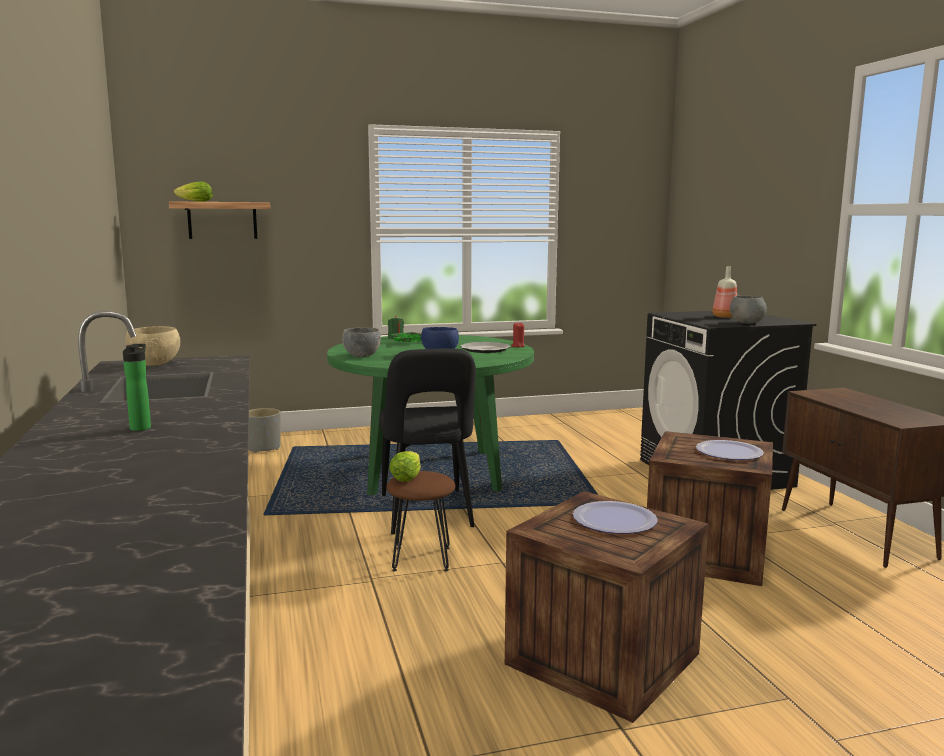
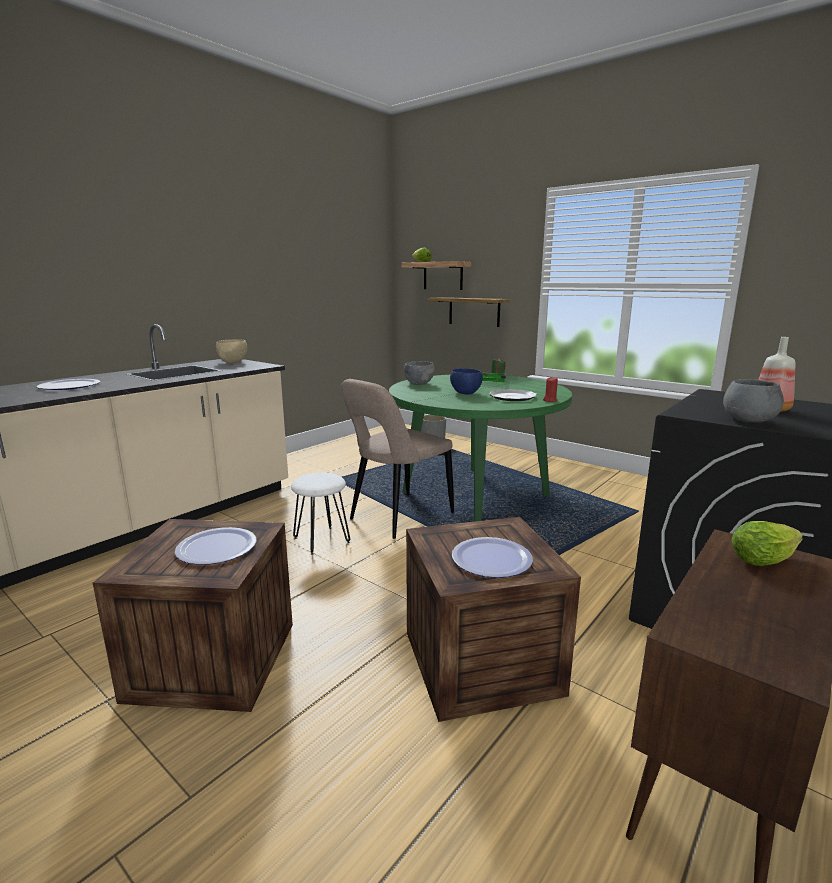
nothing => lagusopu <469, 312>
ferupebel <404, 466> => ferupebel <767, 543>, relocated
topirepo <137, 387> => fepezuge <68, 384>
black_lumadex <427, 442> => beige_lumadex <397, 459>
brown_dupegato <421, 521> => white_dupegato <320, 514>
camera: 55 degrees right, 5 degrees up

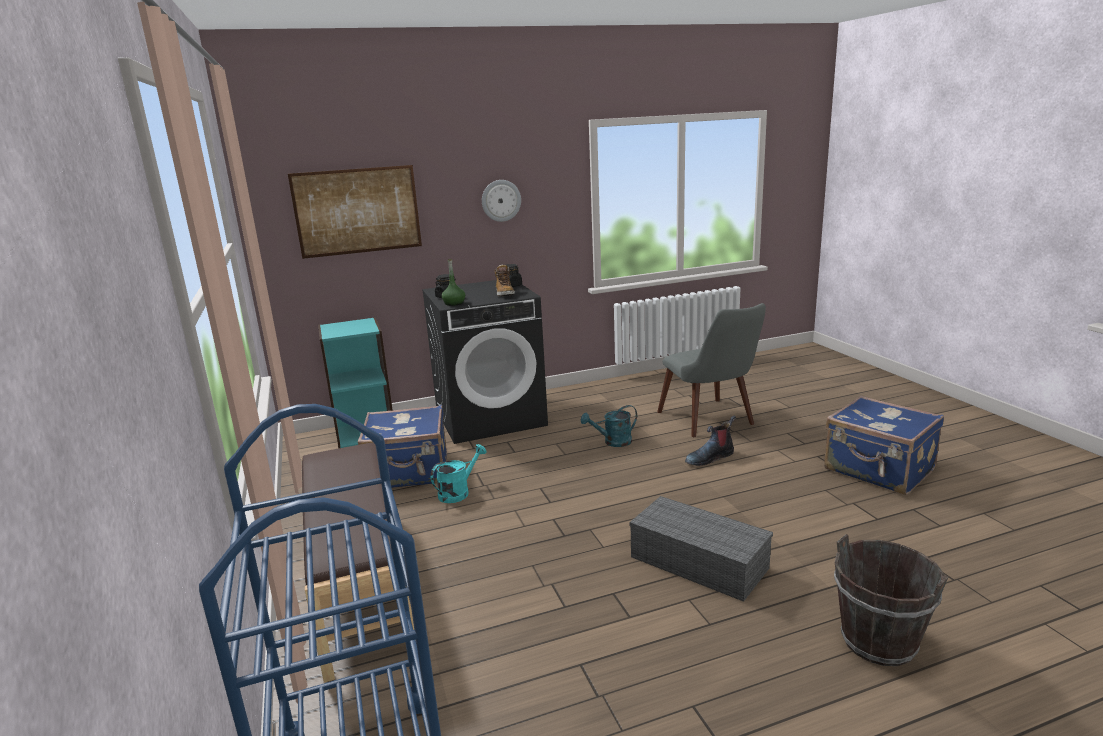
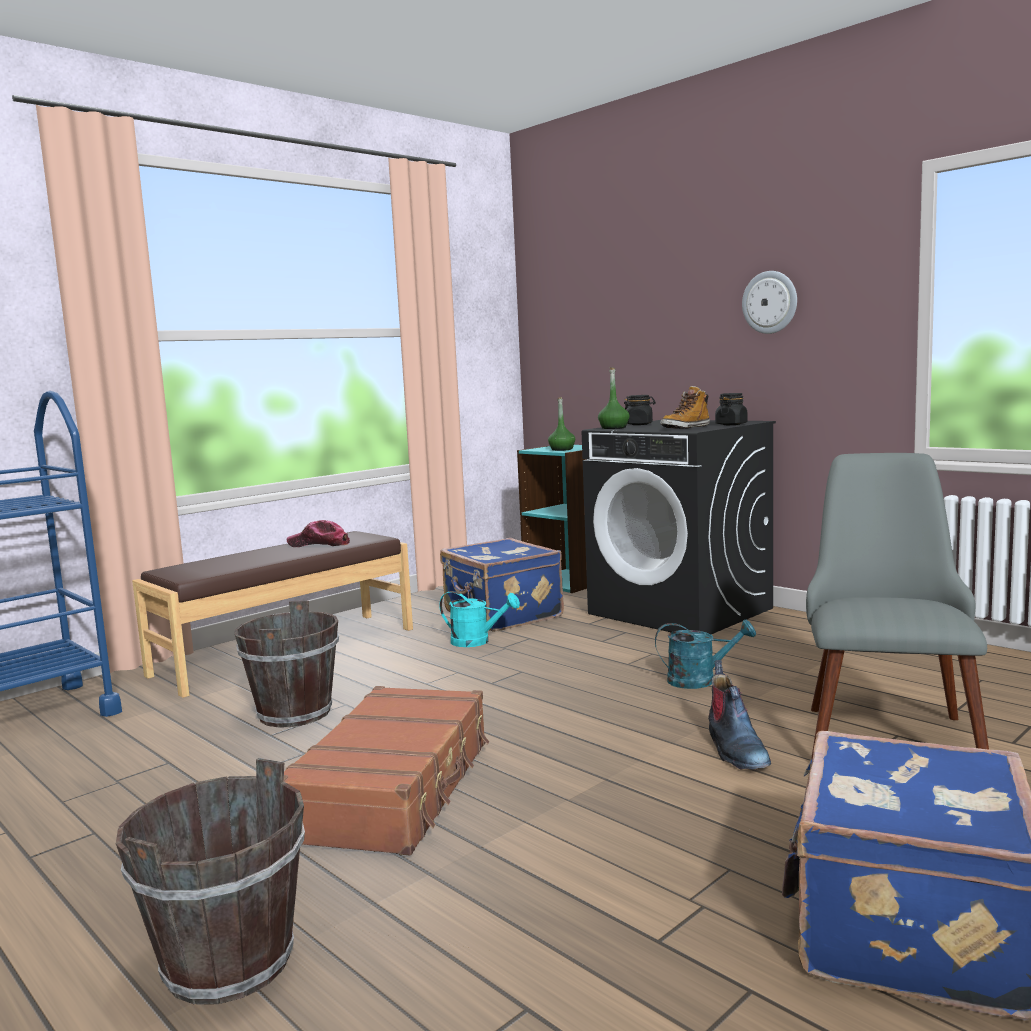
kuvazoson <355, 212> => nothing
nothing => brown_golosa <286, 664>
nothing => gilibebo <318, 533>
nothing => green_topirepo <561, 424>
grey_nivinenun <701, 549> => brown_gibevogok <386, 770>
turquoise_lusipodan <609, 426> => turquoise_lusipodan <705, 654>, 135 degrees clockwise
grey_lumadex <711, 370> => grey_lumadex <897, 606>, 150 degrees clockwise
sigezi <710, 441> => sigezi <739, 715>, 135 degrees counterclockwise
camera: 65 degrees right, 10 degrees down

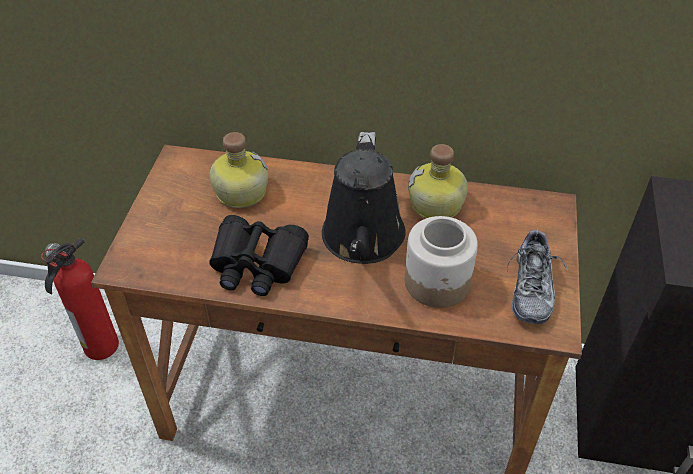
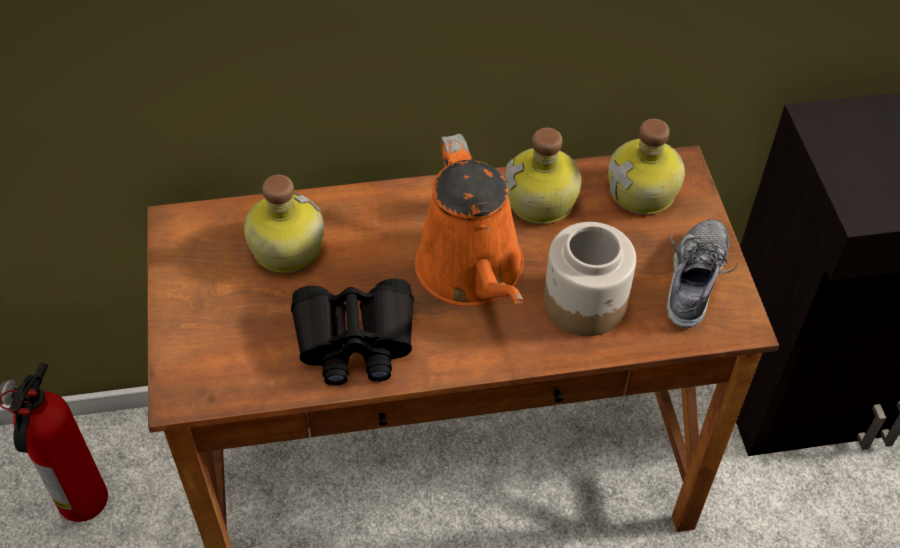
nothing => topirepo <646, 166>
black_lusipodan <364, 198> => orange_lusipodan <469, 220>
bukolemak <537, 276> => bukolemak <701, 273>, 150 degrees counterclockwise
camera: 20 degrees left, 5 degrees up

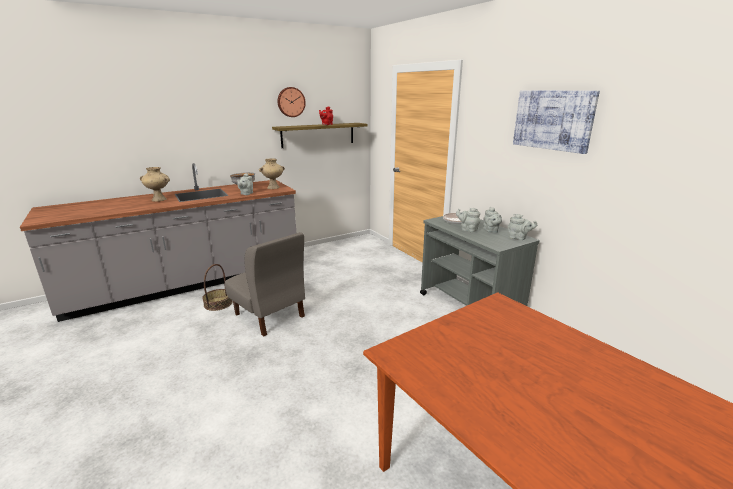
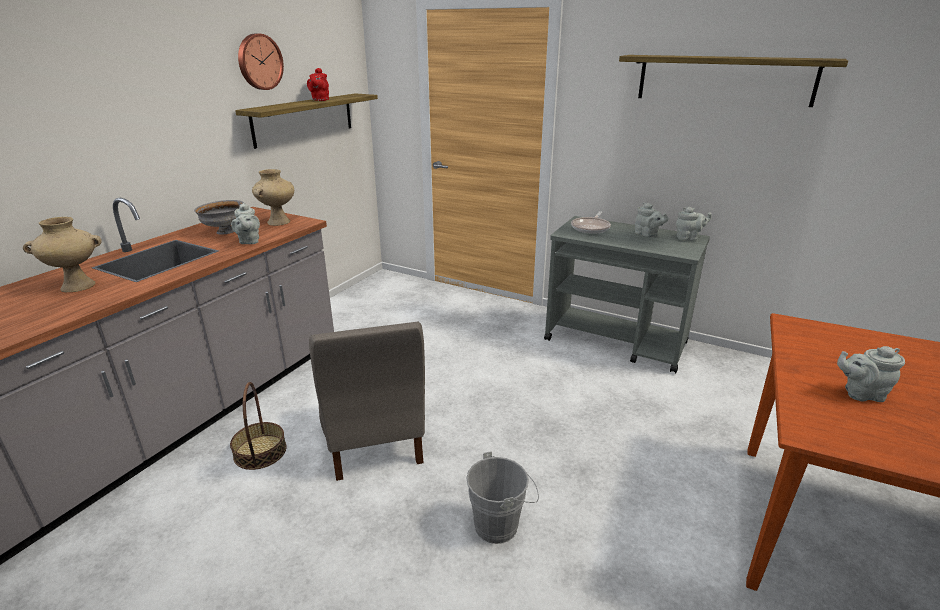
nothing => grey_golosa <502, 497>
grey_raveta <468, 220> => grey_raveta <871, 374>, relocated
kuvazoson <556, 122> => lagusopu <733, 81>
grey_lumadex <265, 284> => grey_lumadex <367, 401>, 60 degrees clockwise
camera: 30 degrees left, 5 degrees up

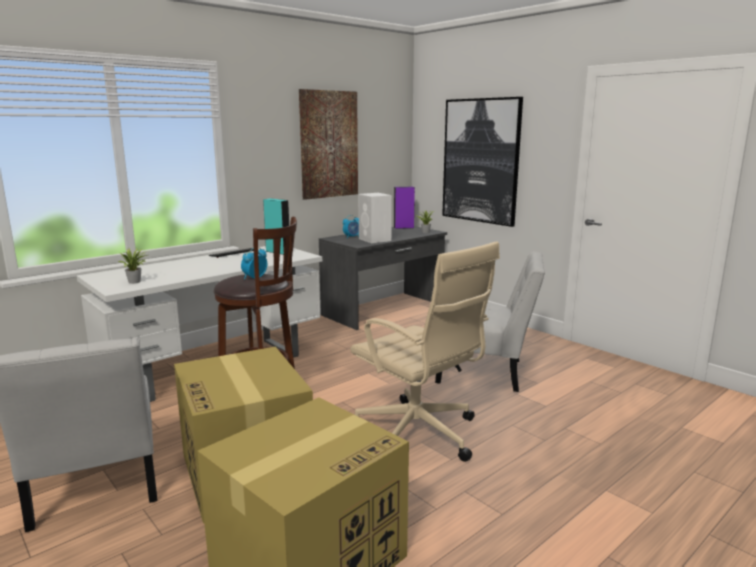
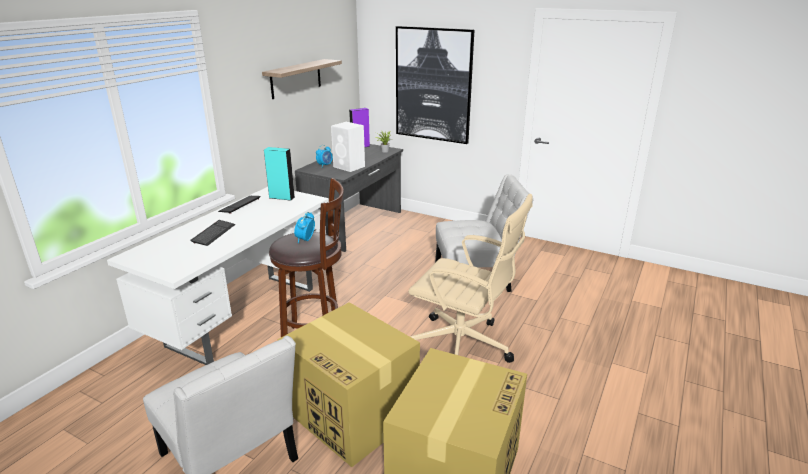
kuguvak <132, 266> => nothing
nothing => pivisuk <212, 233>
kuvazoson <328, 144> => lagusopu <302, 79>
camera: 20 degrees left, 10 degrees up

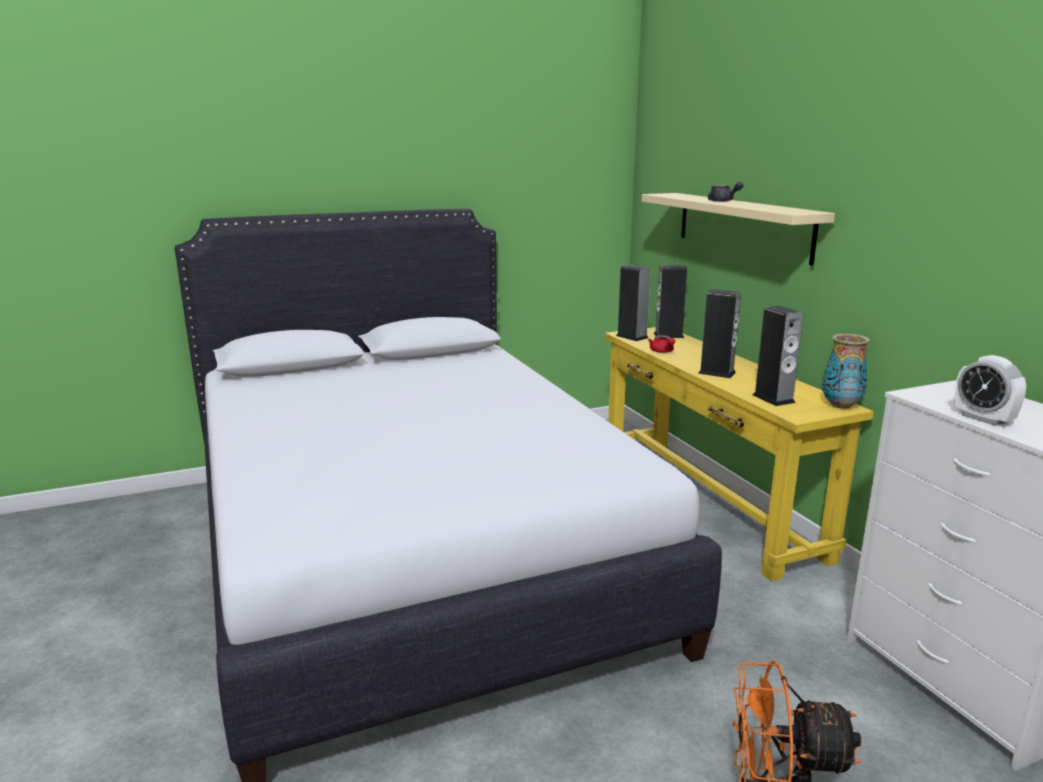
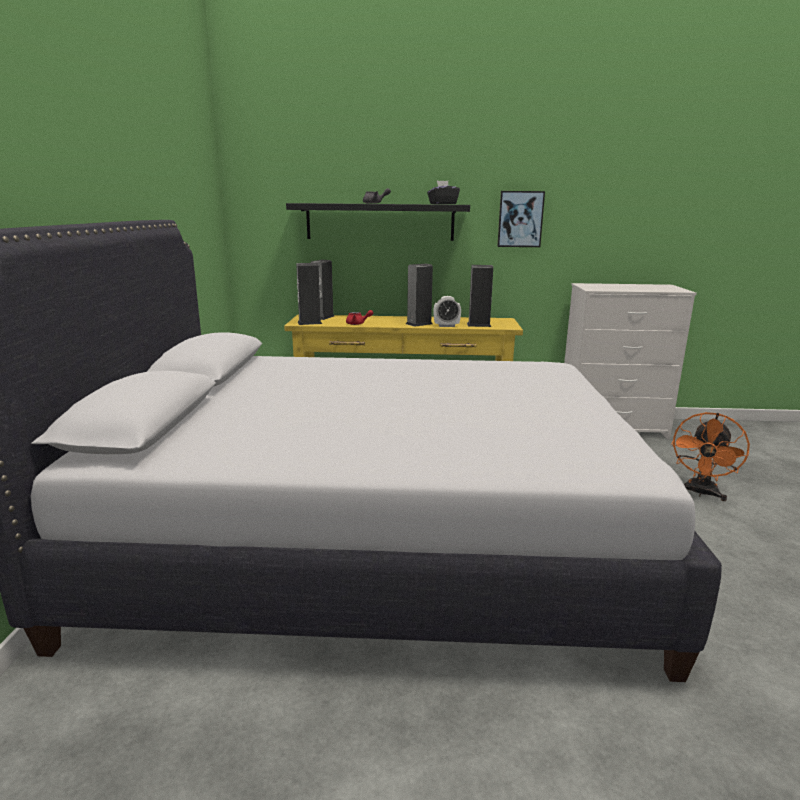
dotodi <846, 371> => nothing
nothing => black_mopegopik <443, 192>
nothing => kuvazoson <521, 219>
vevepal <990, 390> => vevepal <447, 311>, relocated
beige_lagusopu <738, 229> => black_lagusopu <378, 222>
camera: 65 degrees left, 0 degrees up

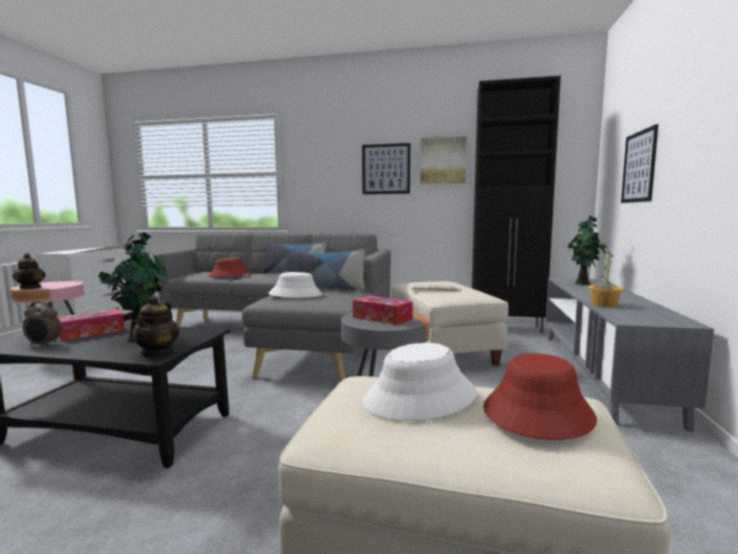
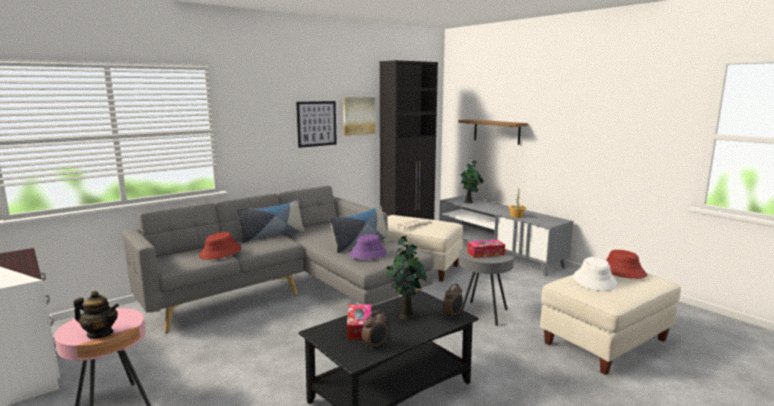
raveta <155, 326> => vevepal <453, 301>
kuvazoson <639, 163> => lagusopu <493, 132>
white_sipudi <296, 285> => purple_sipudi <368, 246>
camera: 50 degrees left, 5 degrees up

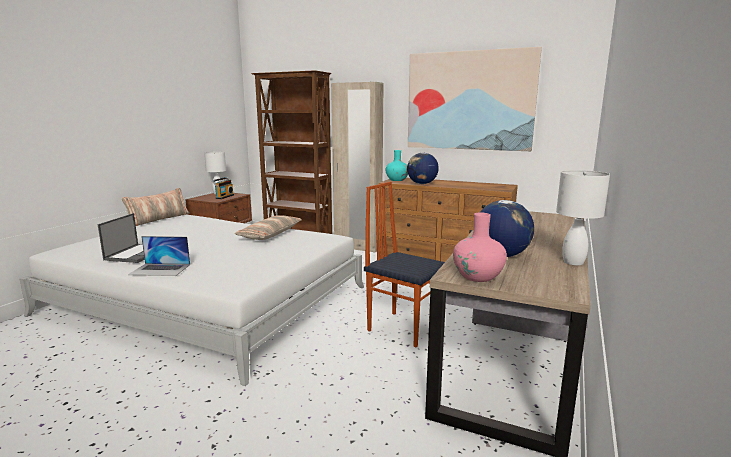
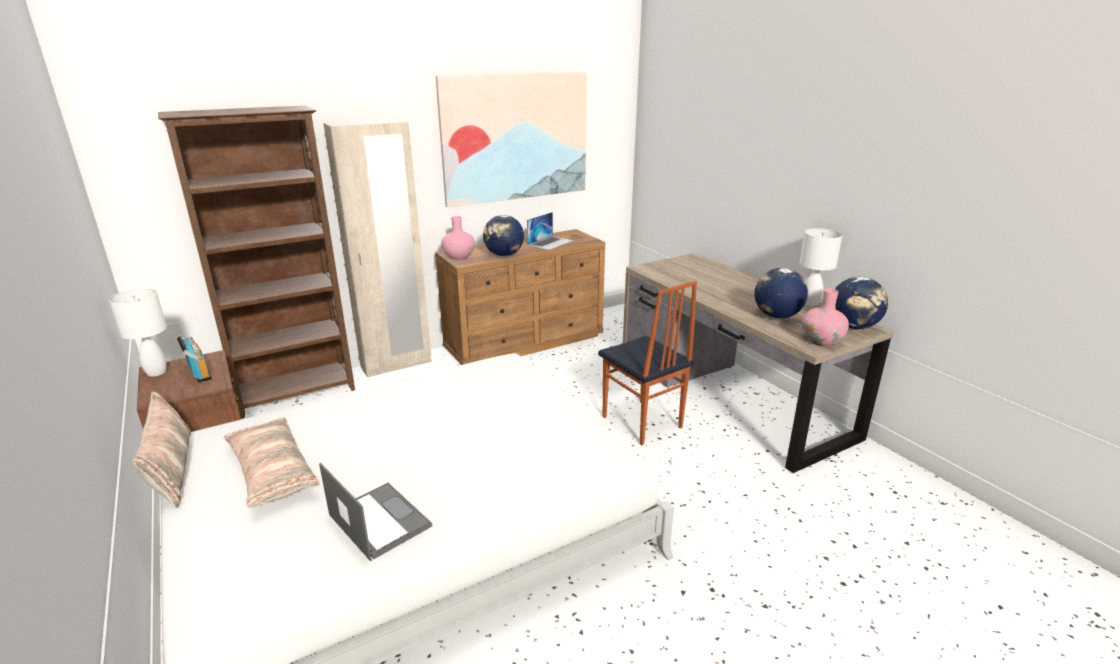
nothing => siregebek <861, 303>
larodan <159, 256> => larodan <550, 231>, relocated
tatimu <268, 227> => tatimu <272, 462>, relocated
turquoise_dotodi <397, 165> => pink_dotodi <458, 238>
lumadex <404, 265> => lumadex <647, 363>, 105 degrees counterclockwise
camera: 55 degrees left, 10 degrees up

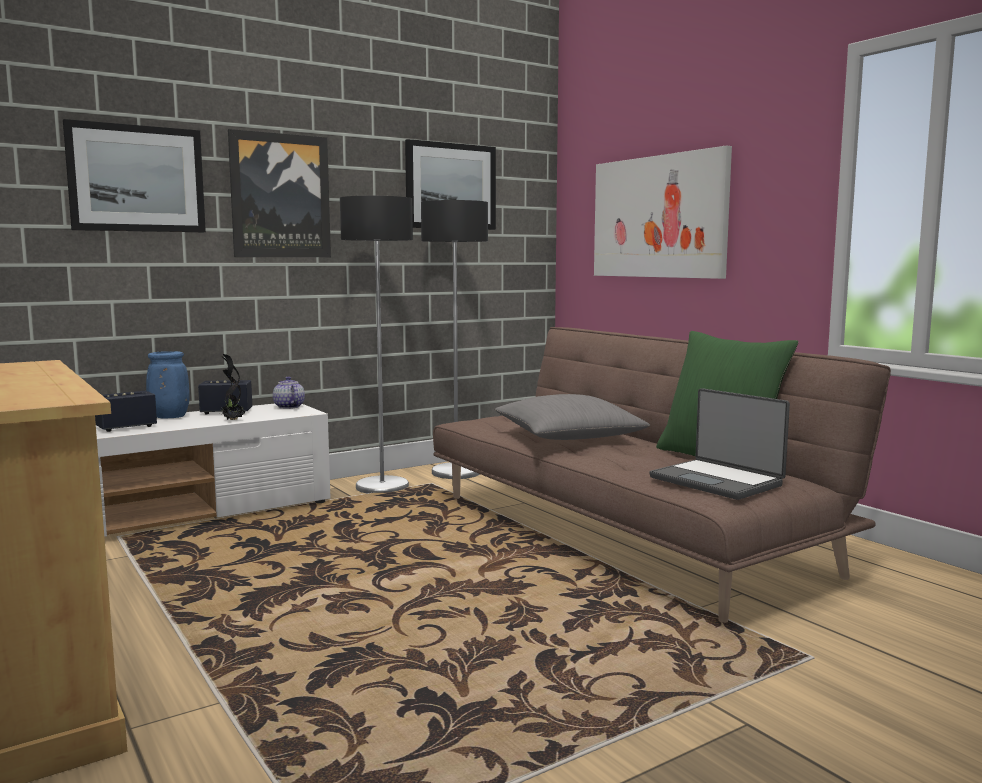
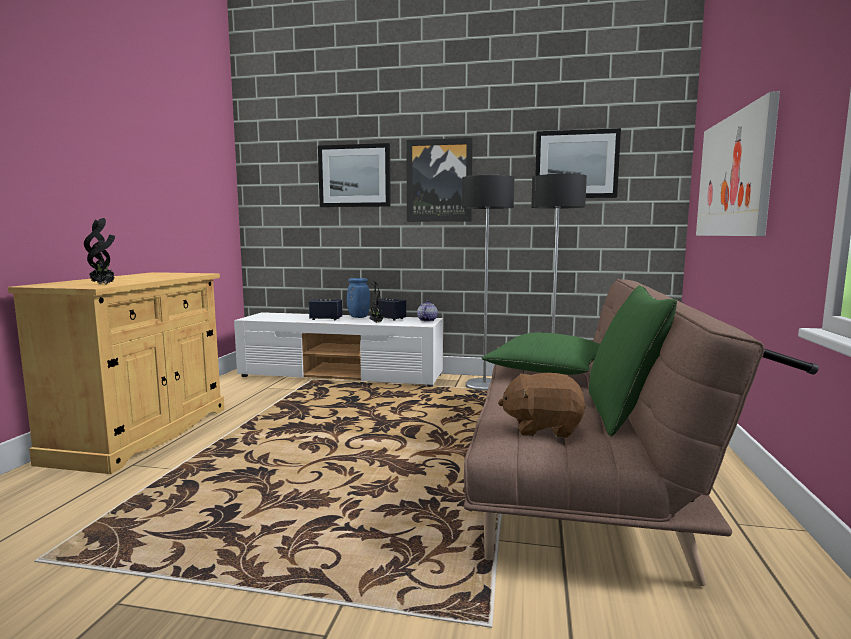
nothing => kuguvak <99, 251>
larodan <719, 444> => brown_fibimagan <542, 405>
grey_tatimu <572, 417> => green_tatimu <541, 354>
camera: 45 degrees right, 0 degrees up

